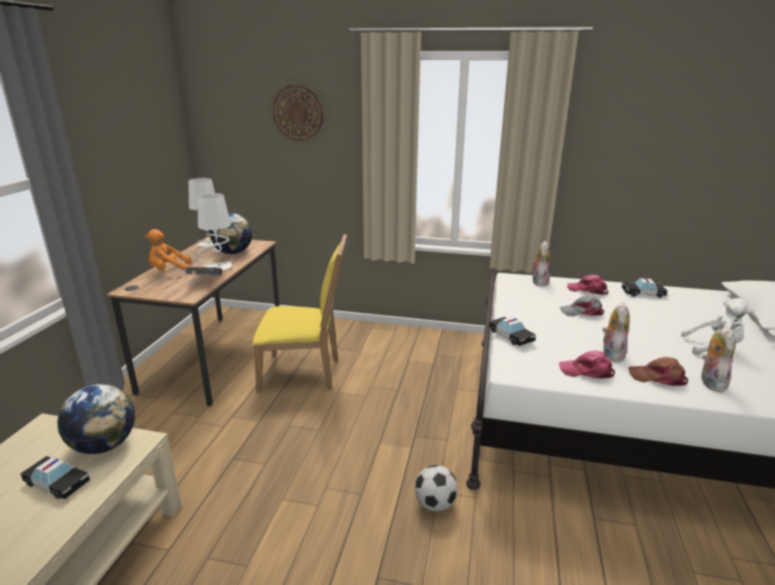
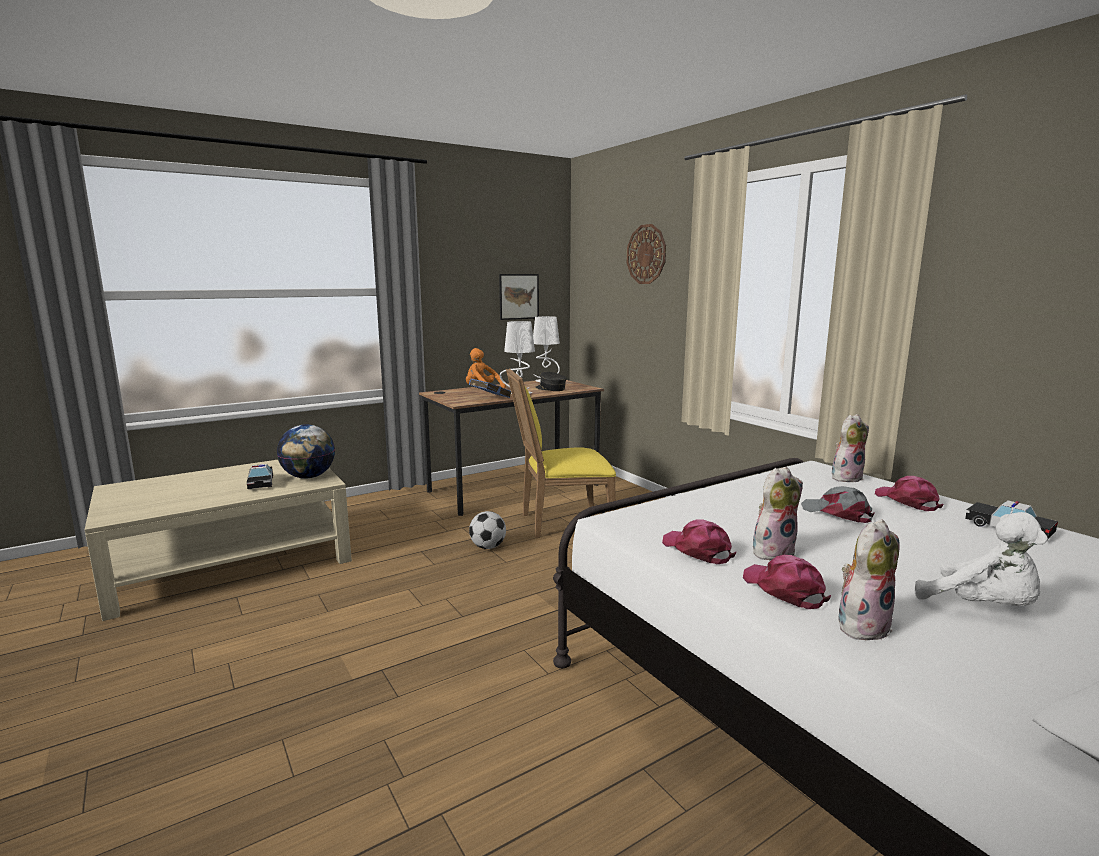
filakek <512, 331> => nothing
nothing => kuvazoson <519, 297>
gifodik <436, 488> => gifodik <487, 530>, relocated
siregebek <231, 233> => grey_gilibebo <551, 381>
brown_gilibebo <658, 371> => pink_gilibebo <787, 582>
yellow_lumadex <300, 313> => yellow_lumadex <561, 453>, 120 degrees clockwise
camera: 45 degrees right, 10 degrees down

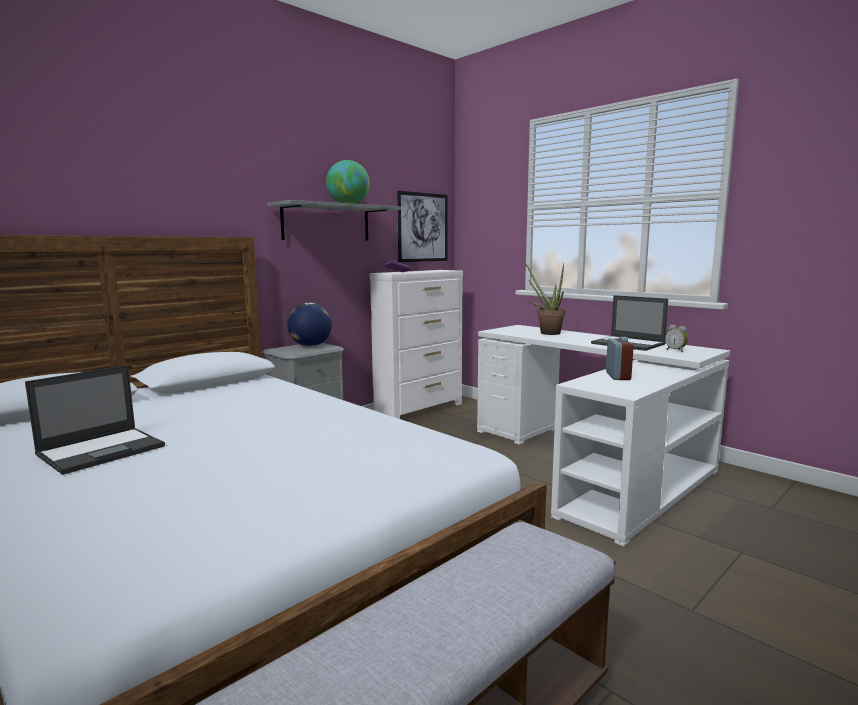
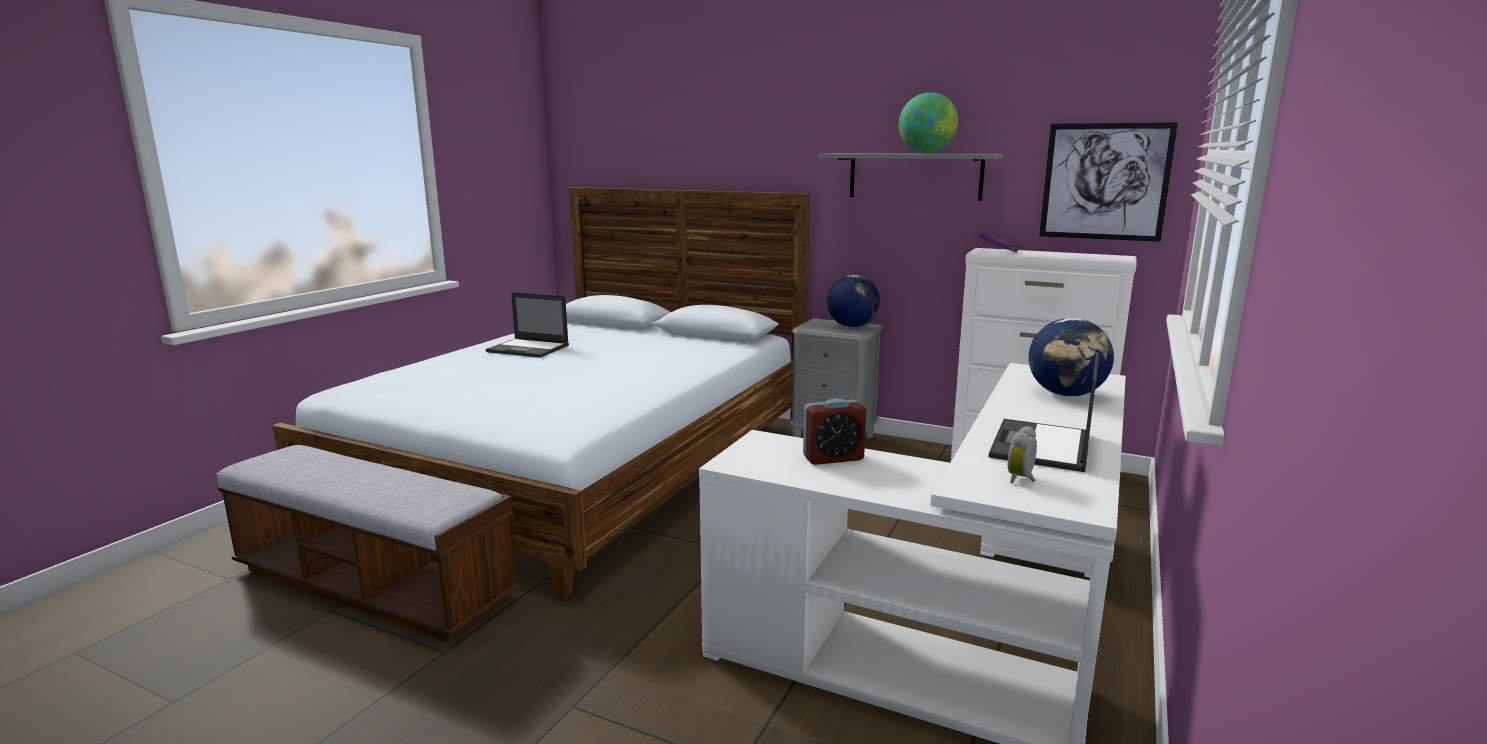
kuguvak <545, 298> => siregebek <1071, 357>
camera: 70 degrees right, 5 degrees up

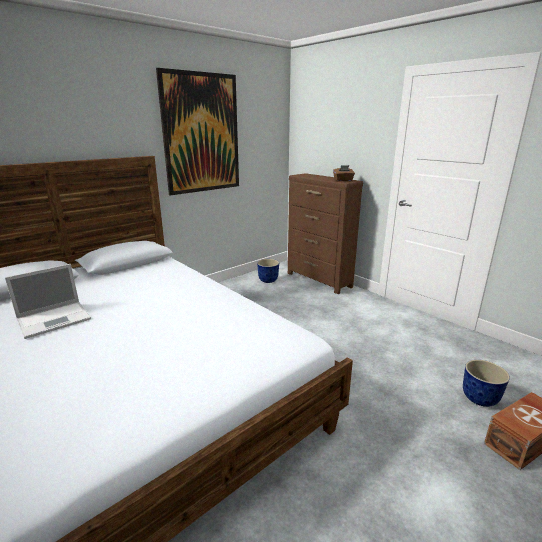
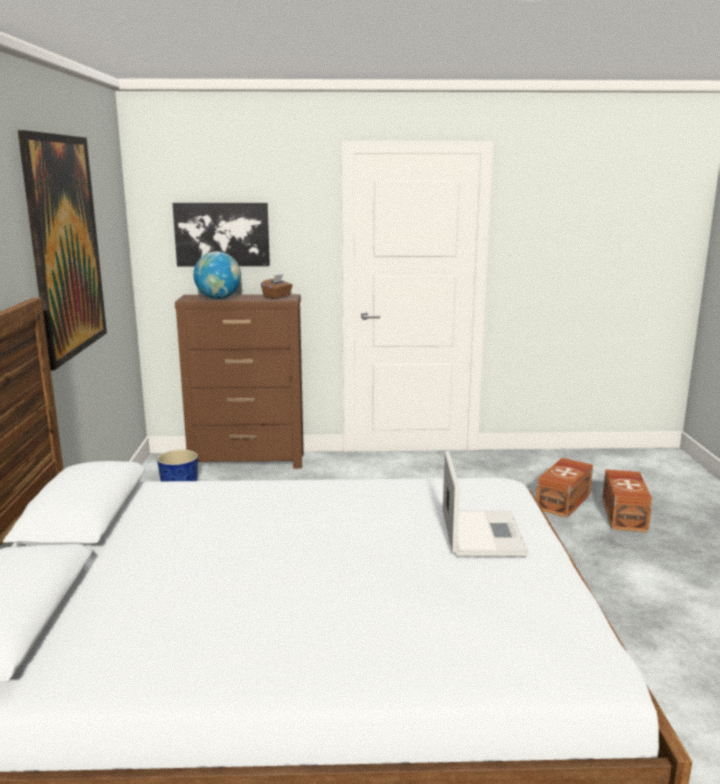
nothing => kuvazoson <221, 235>
nothing => siregebek <217, 275>
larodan <48, 301> => larodan <485, 504>, relocated
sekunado <486, 383> => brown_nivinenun <564, 488>
camera: 50 degrees left, 5 degrees down

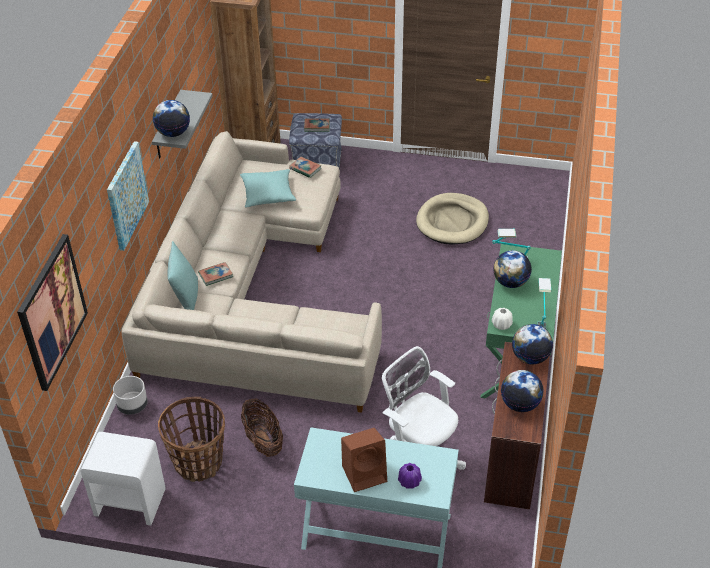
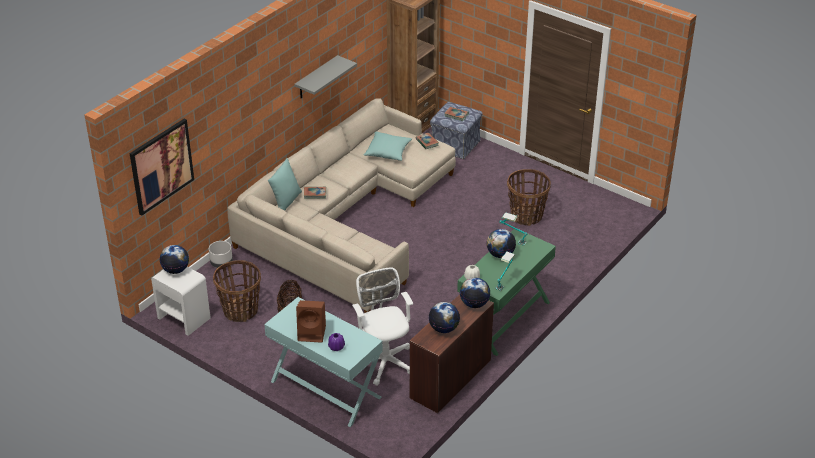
kuvazoson <128, 196> => nothing
siregebek <171, 118> => siregebek <174, 259>, relocated
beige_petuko <452, 219> => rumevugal <529, 197>
camera: 25 degrees right, 5 degrees down

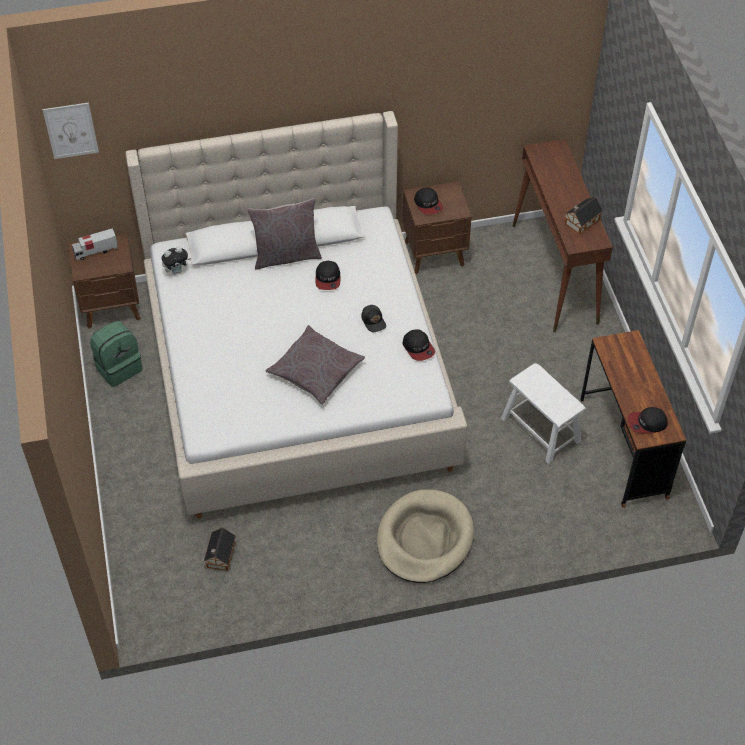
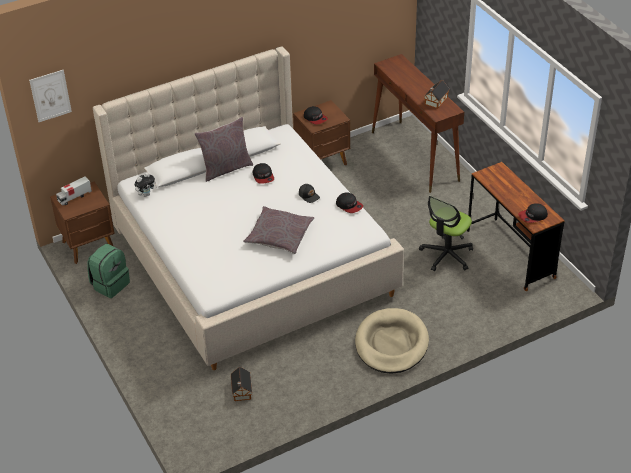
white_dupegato <543, 413> => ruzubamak <446, 233>
camera: 15 degrees left, 10 degrees down

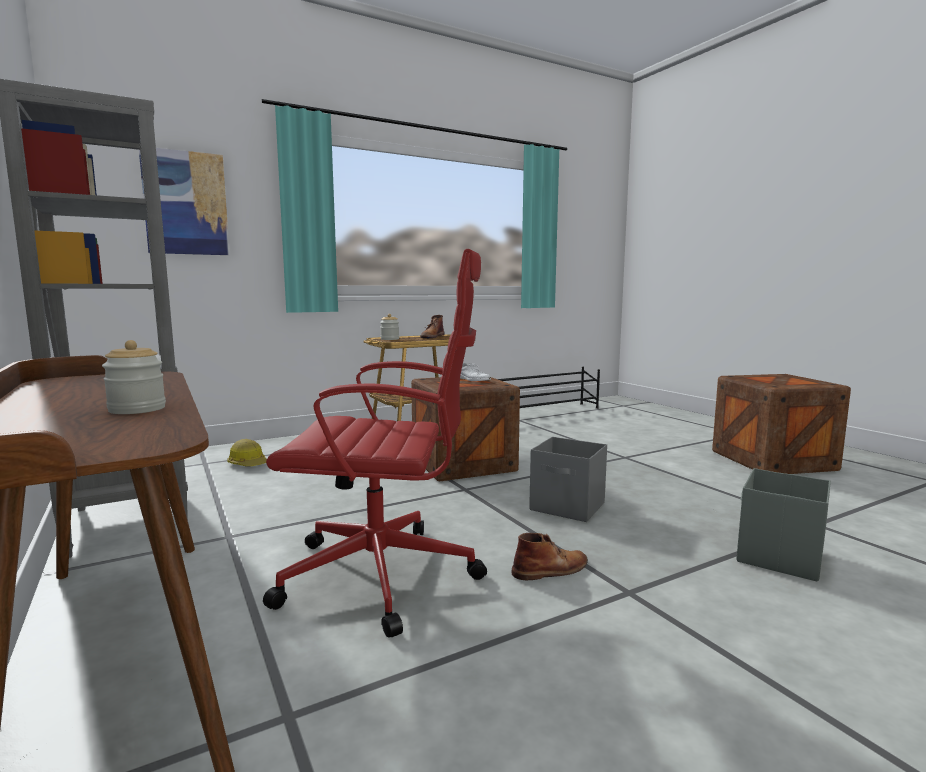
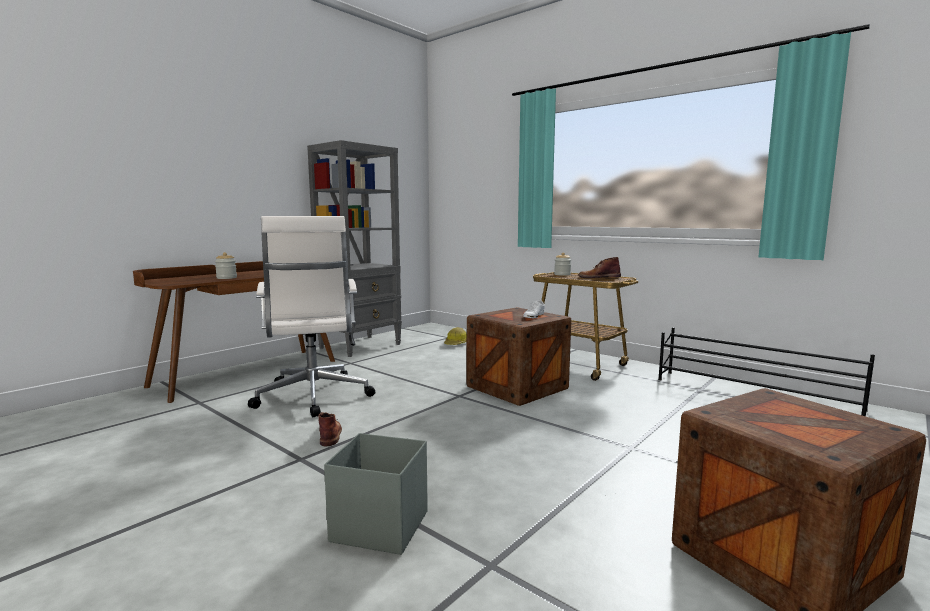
kuvazoson <184, 201> => nothing
grey_nivinenun <568, 479> => nothing
red_ruzubamak <375, 443> => white_ruzubamak <311, 316>
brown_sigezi <550, 556> => brown_sigezi <330, 429>, 150 degrees counterclockwise
camera: 70 degrees right, 0 degrees up

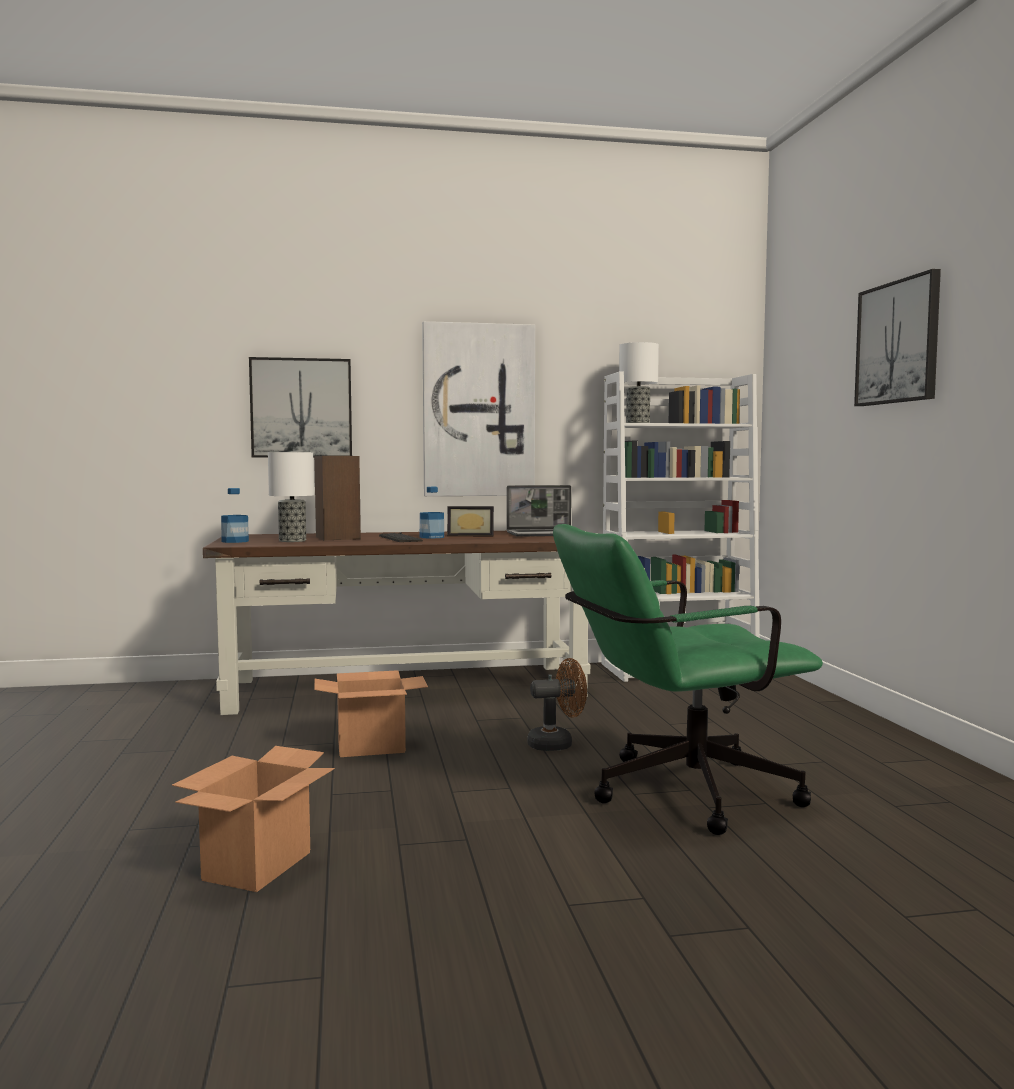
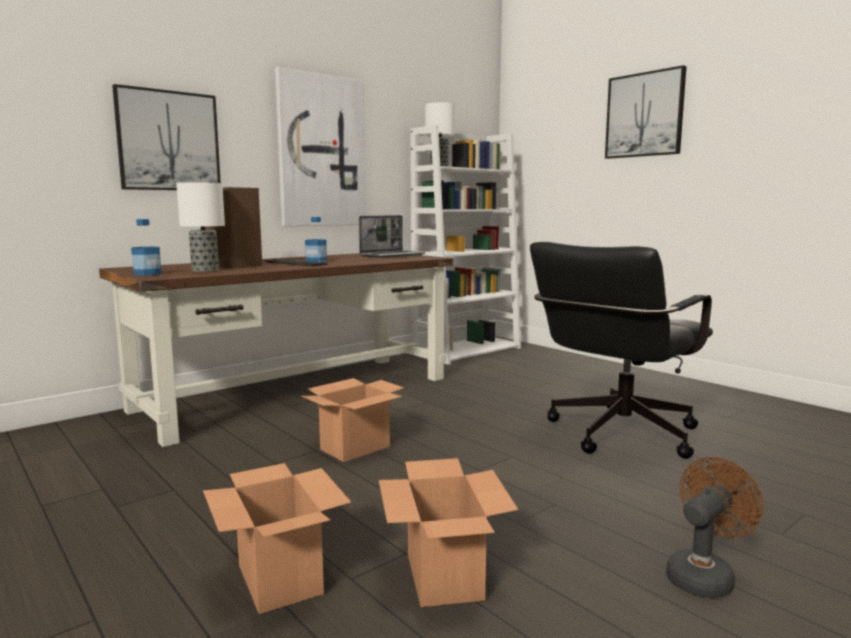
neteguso <470, 521> => nothing
nothing => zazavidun <277, 538>
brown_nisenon <557, 704> => brown_nisenon <715, 527>, relocated
green_ruzubamak <688, 679> => black_ruzubamak <621, 350>
camera: 30 degrees left, 5 degrees up

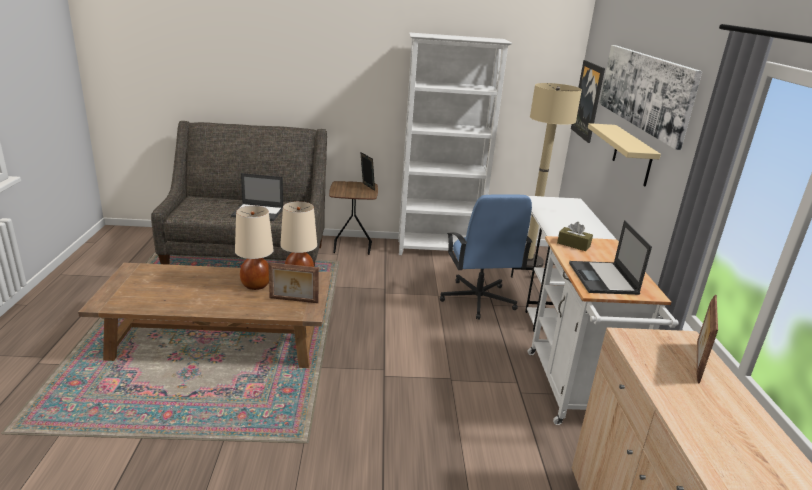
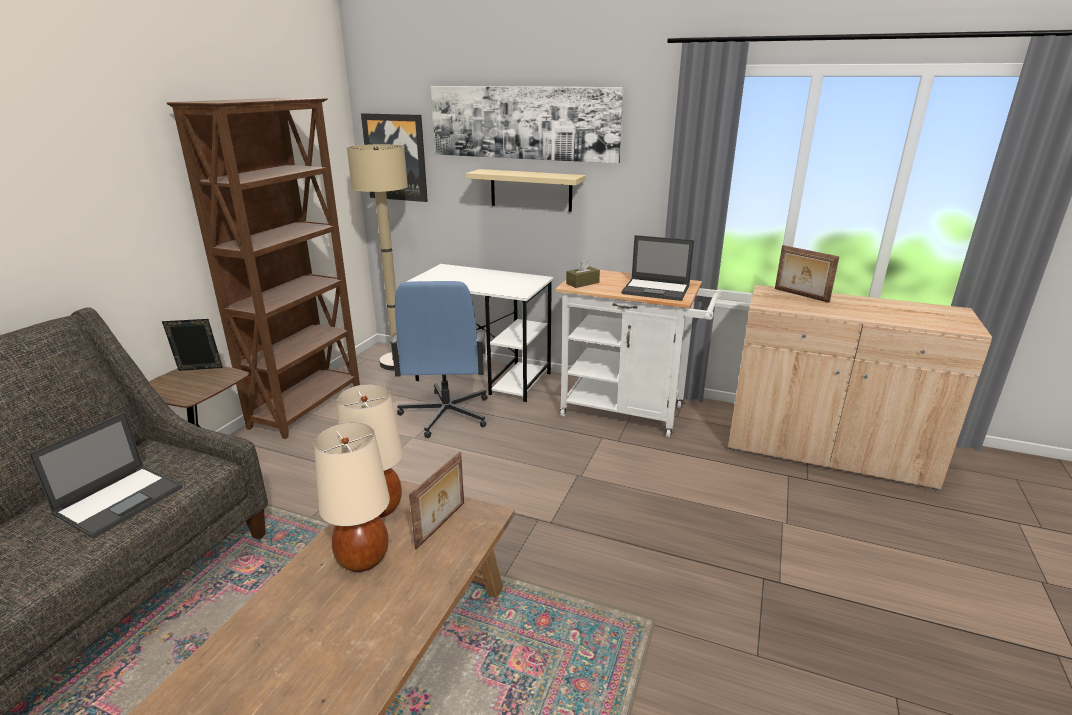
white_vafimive <455, 144> => brown_vafimive <263, 268>
blue_ruzubamak <486, 257> => blue_ruzubamak <438, 359>, 75 degrees clockwise
camera: 65 degrees left, 0 degrees up

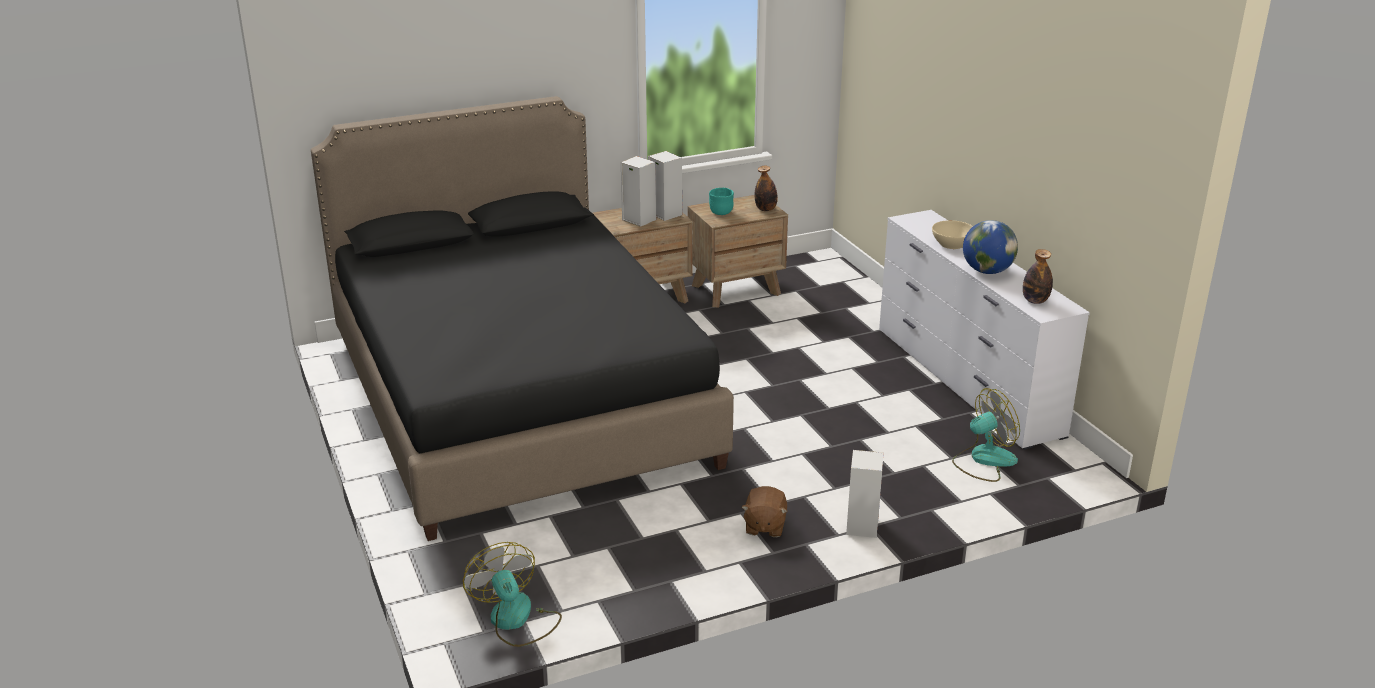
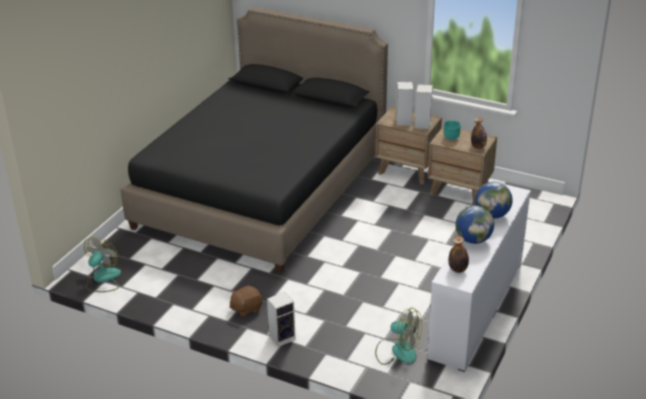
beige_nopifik <952, 234> => siregebek <494, 200>
camera: 50 degrees right, 5 degrees up

